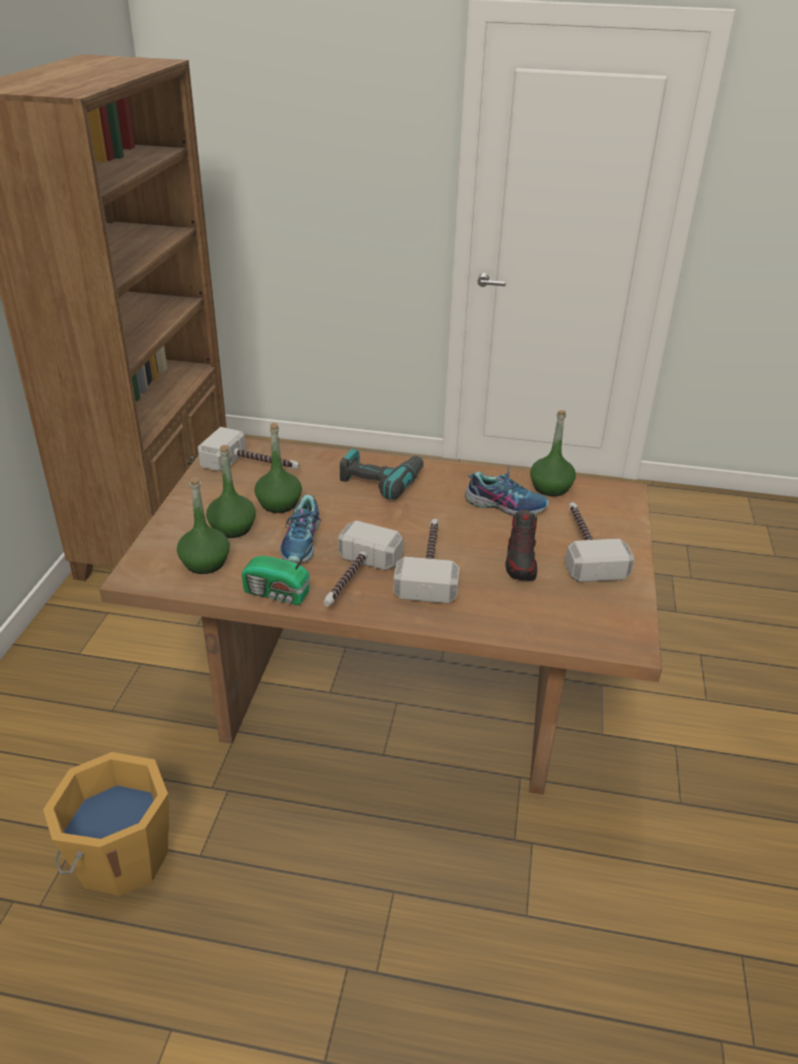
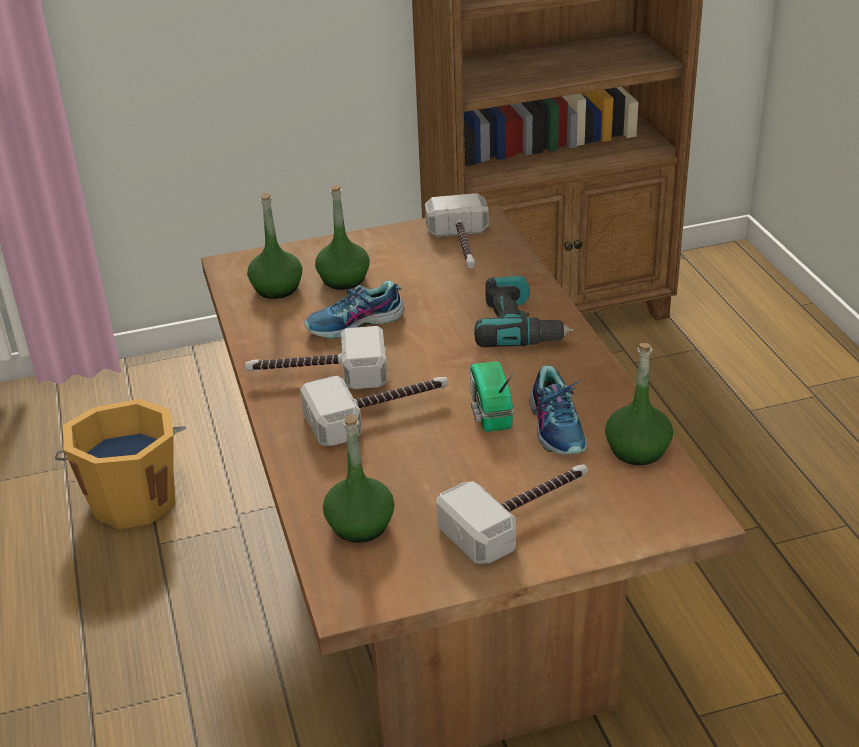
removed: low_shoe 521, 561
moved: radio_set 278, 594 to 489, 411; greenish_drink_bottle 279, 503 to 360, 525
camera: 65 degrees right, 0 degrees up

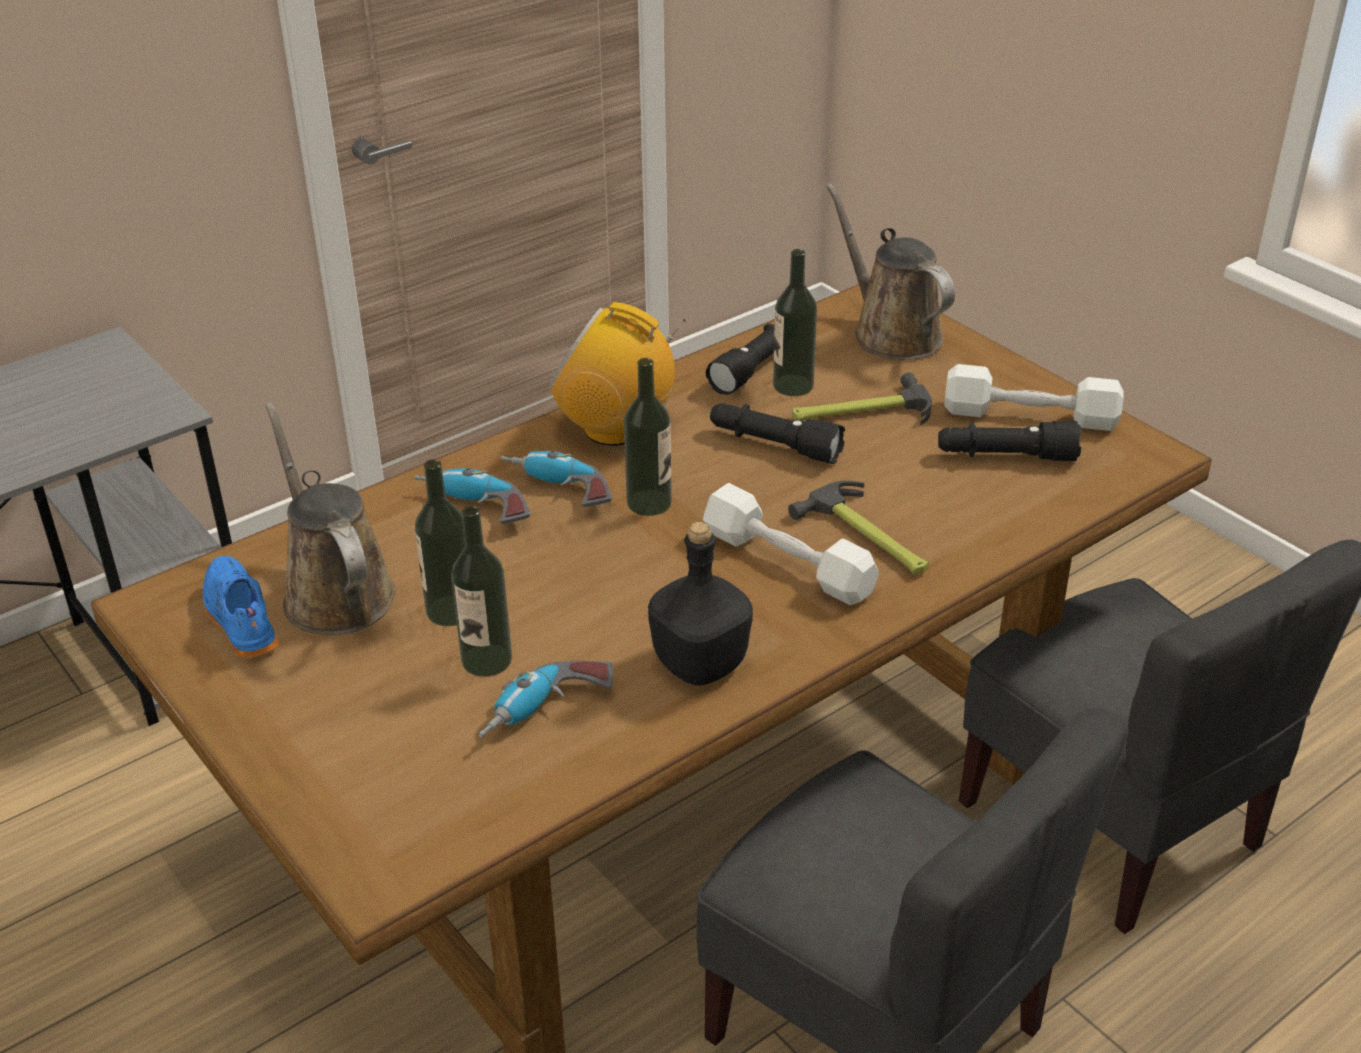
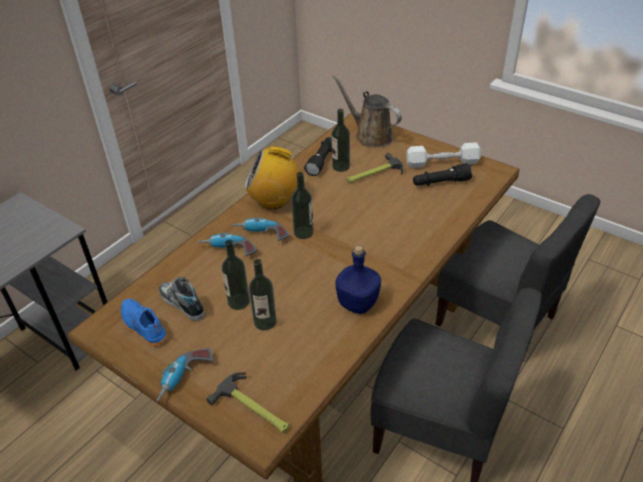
removed: white_dumbbell 787, 562; black-coloured_hand_torch 774, 445
moved: power_drill 546, 712 to 185, 379; tool_hammer 869, 537 to 253, 408
replaced: brown-coloured_watering_pot 334, 592 to low_shoe 182, 304
recoloured: black-coloured_drink_bottle 699, 663 to bluish_drink_bottle 357, 303
camera: 15 degrees left, 5 degrees up

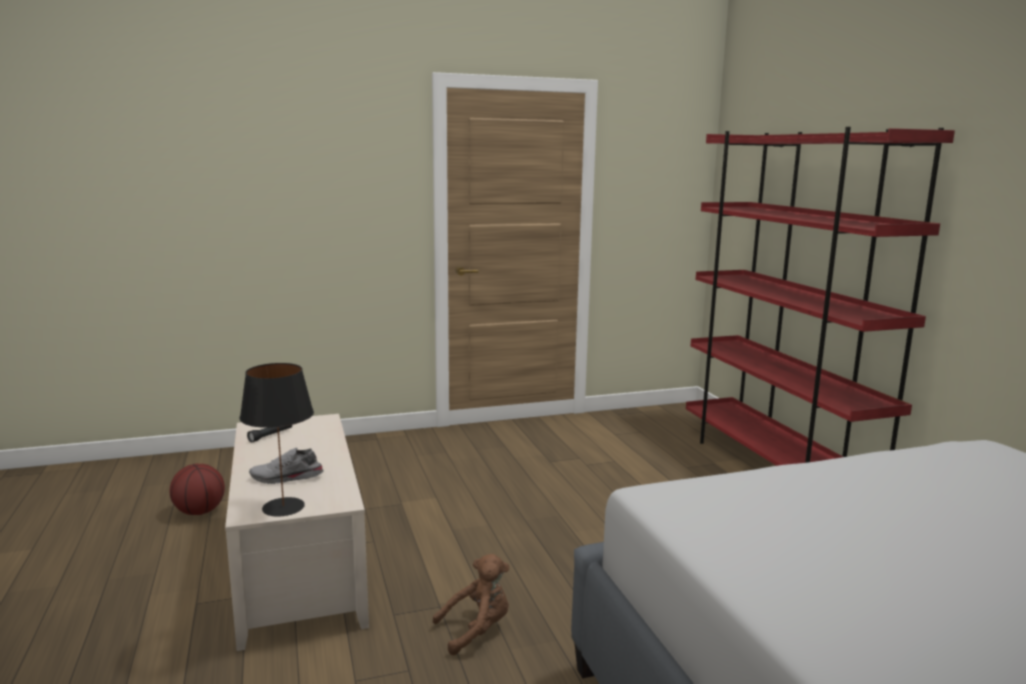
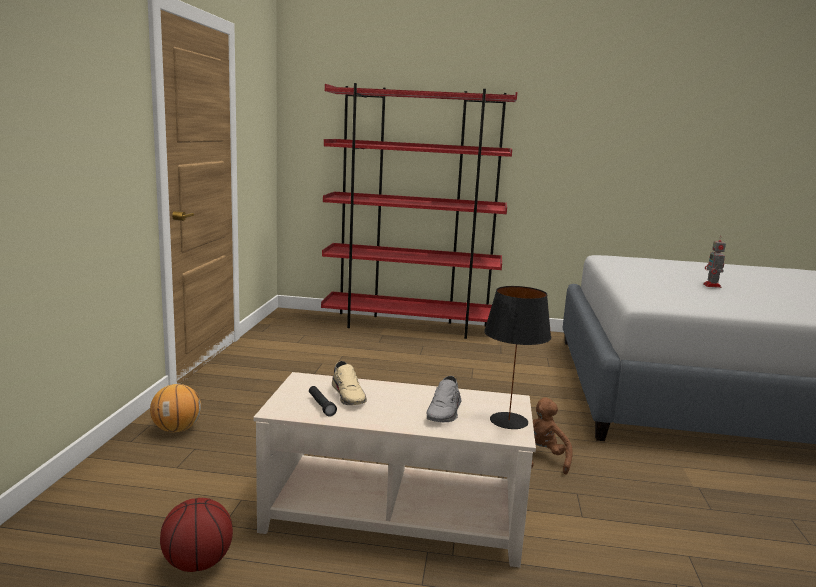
added: ball_for_basketball 177, 429; beige-coloured_low_shoe 349, 395; robot_figure 712, 286
camera: 65 degrees left, 0 degrees up

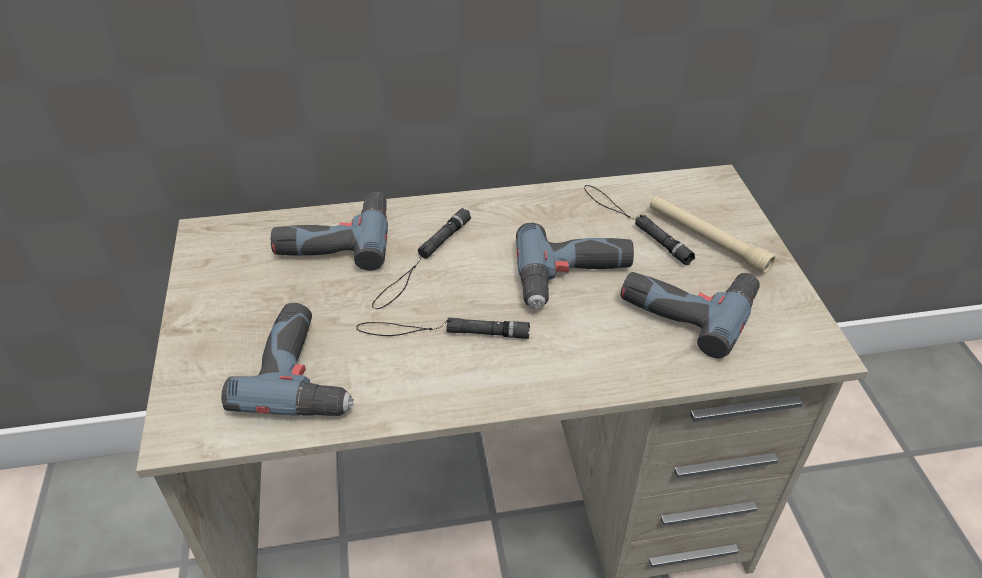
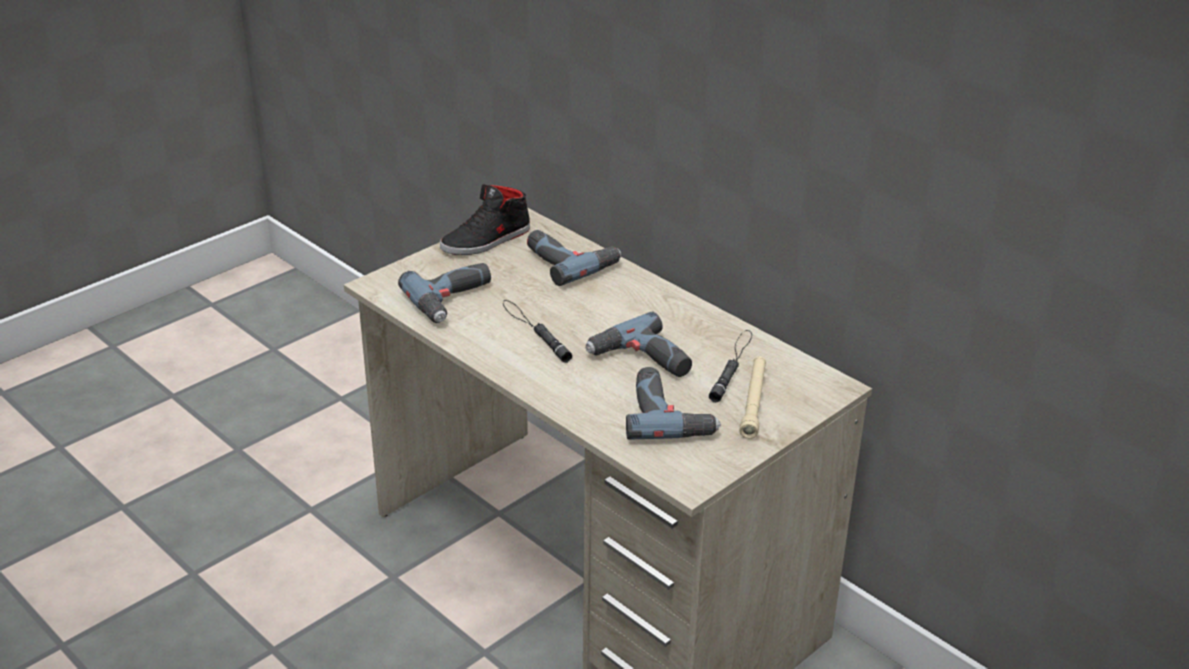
removed: black-coloured_hand_torch 422, 262
added: black-coloured_low_shoe 486, 240
camera: 55 degrees right, 10 degrees down

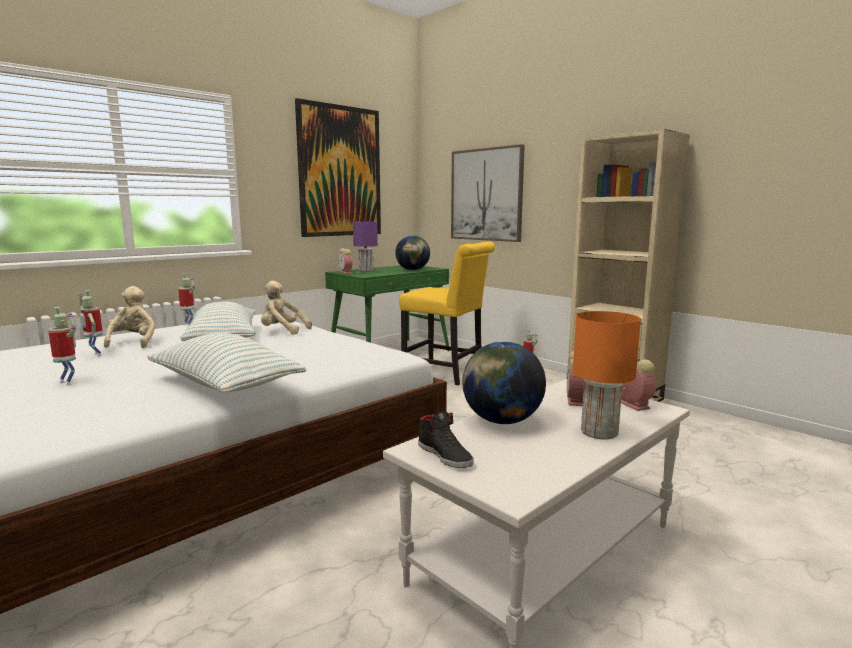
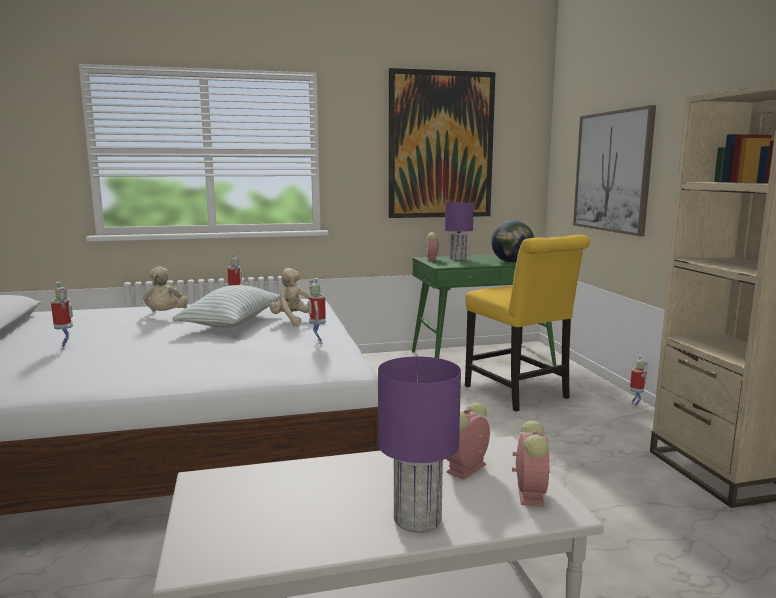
removed: throw_pillow 225, 385; black-coloured_low_shoe 445, 455; world_globe 501, 421
moved: robot_figure 95, 355 to 317, 341
recoloured: orange-coloured_table_lamp 599, 432 to purplish_table_lamp 418, 518
turned: beige-coloured_plush_toy 133, 342 = 166, 315 150 degrees clockwise
camera: 30 degrees right, 0 degrees up

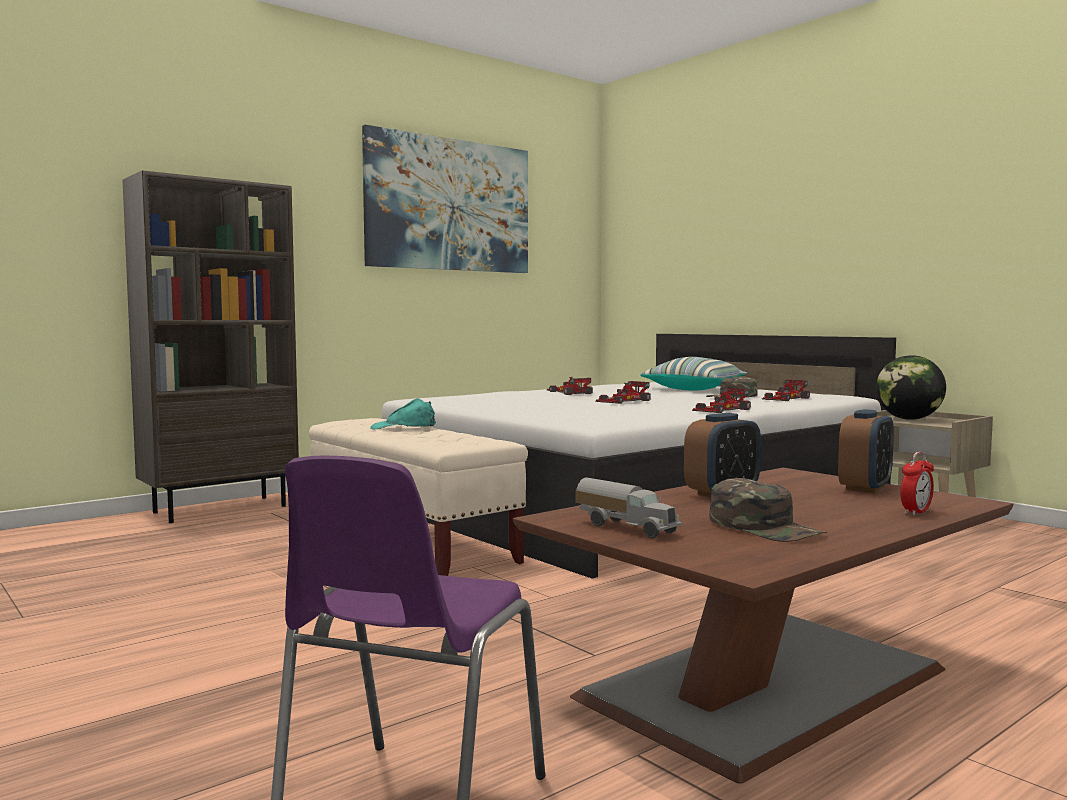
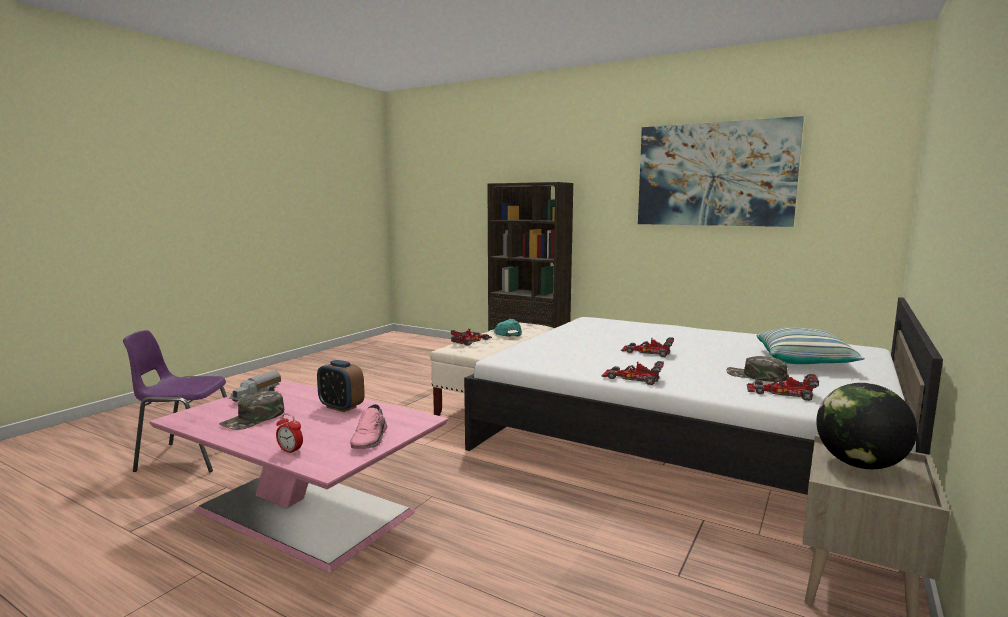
moved: model_car 568, 392 to 471, 340
replaced: table_clock 865, 488 to pinkish_low_shoe 371, 439
recoloured: brown-coloured_lounge_table 768, 680 to pinkish_lounge_table 307, 511
camera: 70 degrees right, 5 degrees up

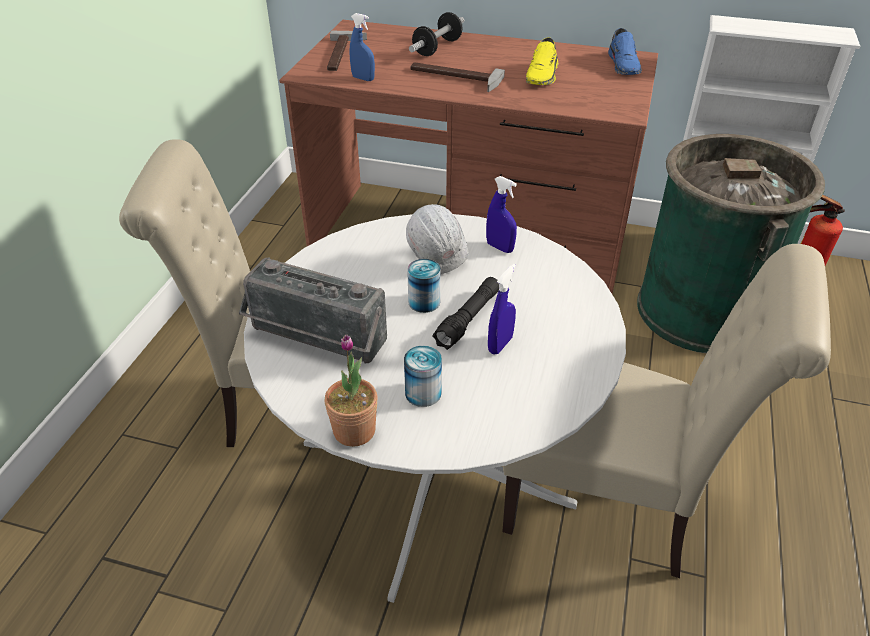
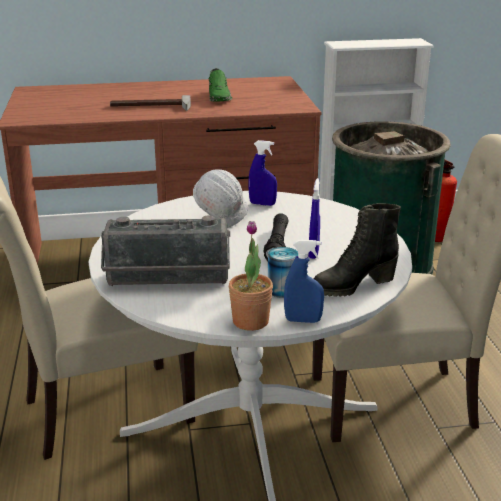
removed: tool_hammer 343, 54; can 424, 302; dumbbell 437, 48; bluish_low_shoe 624, 65
added: black-coloured_high-top_boot 352, 286
moved: bluish_sprayer 363, 78 to 303, 320
recoloured: yellow_low_shoe 543, 75 to greenish_low_shoe 219, 97
camera: 25 degrees left, 15 degrees down

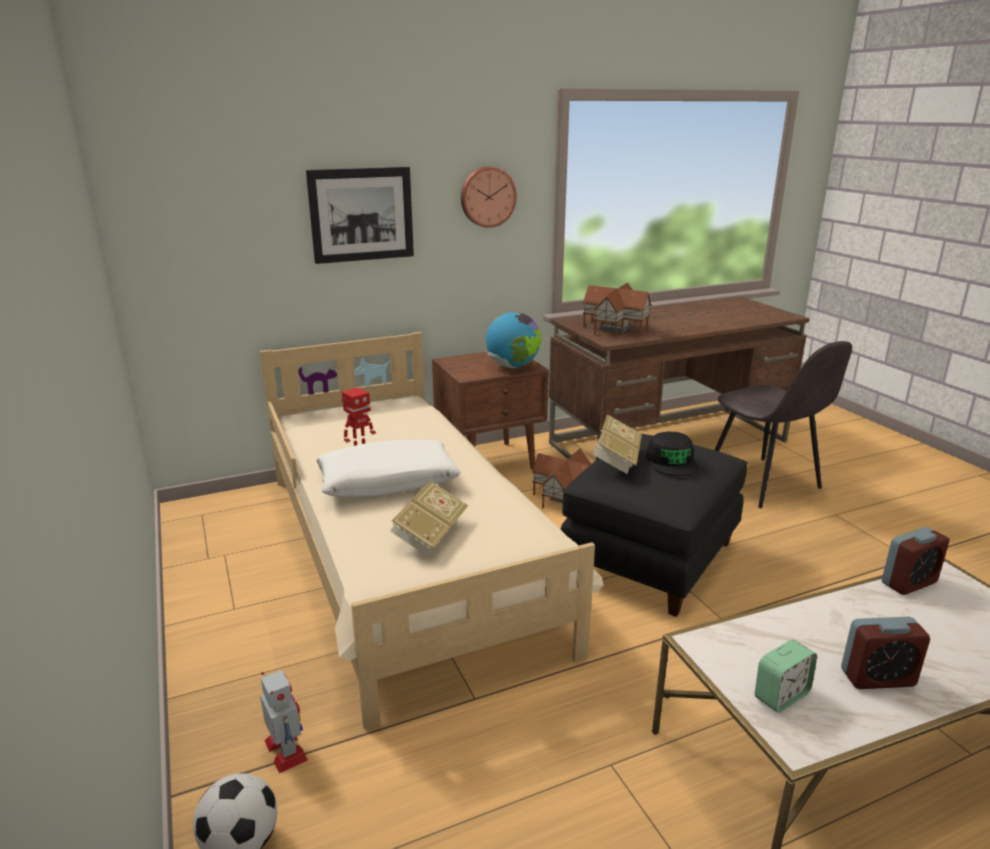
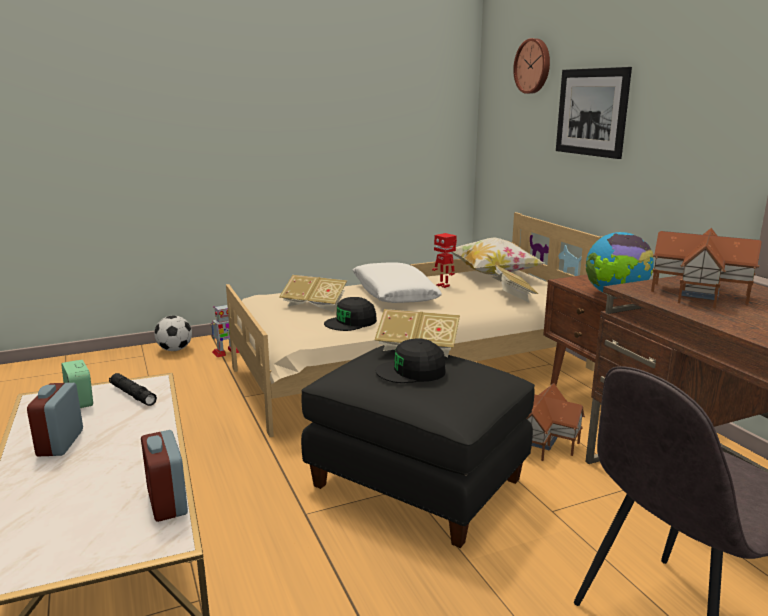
added: black-coloured_hand_torch 133, 394; black-coloured_baseball_cap 351, 322; throw_pillow 493, 274; bound_book 512, 295
moved: wall_clock 487, 196 to 533, 66
camera: 90 degrees right, 5 degrees down

